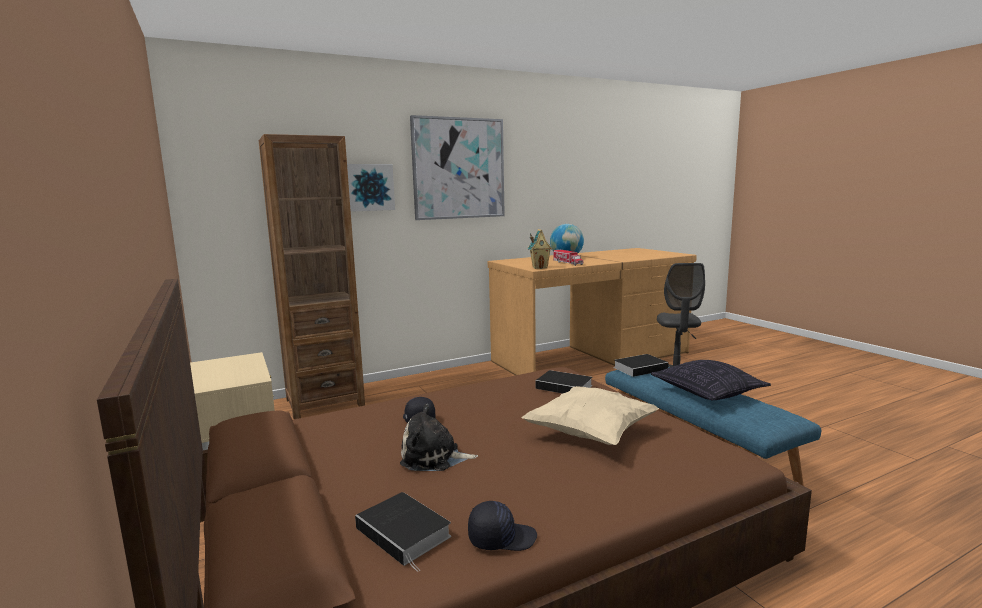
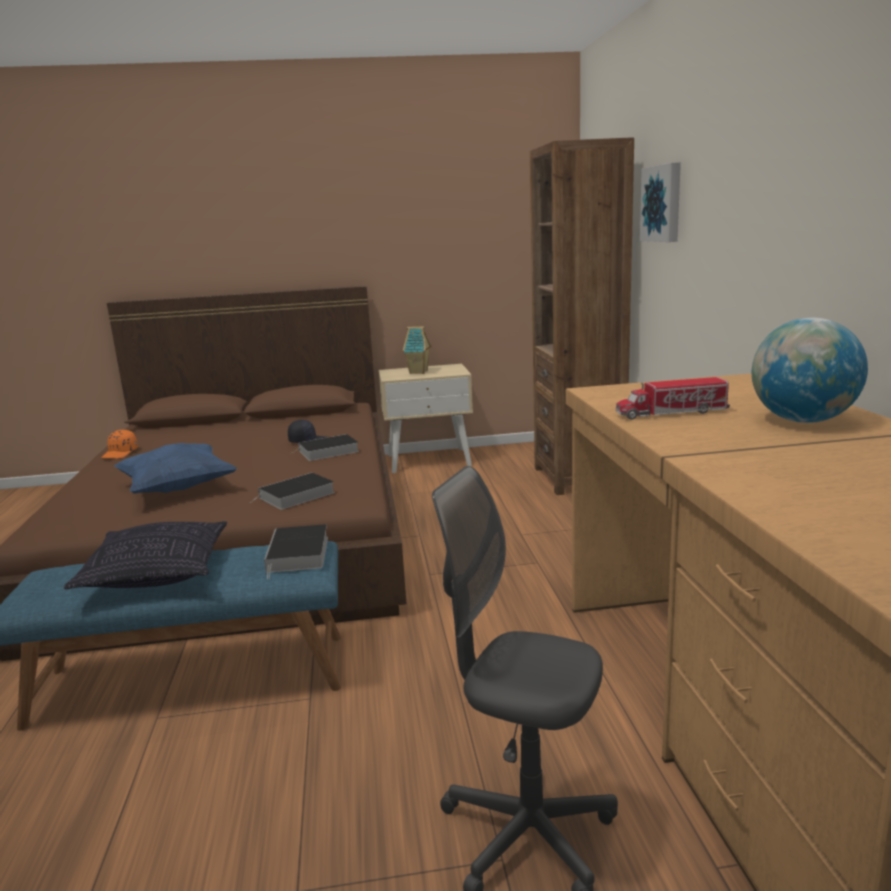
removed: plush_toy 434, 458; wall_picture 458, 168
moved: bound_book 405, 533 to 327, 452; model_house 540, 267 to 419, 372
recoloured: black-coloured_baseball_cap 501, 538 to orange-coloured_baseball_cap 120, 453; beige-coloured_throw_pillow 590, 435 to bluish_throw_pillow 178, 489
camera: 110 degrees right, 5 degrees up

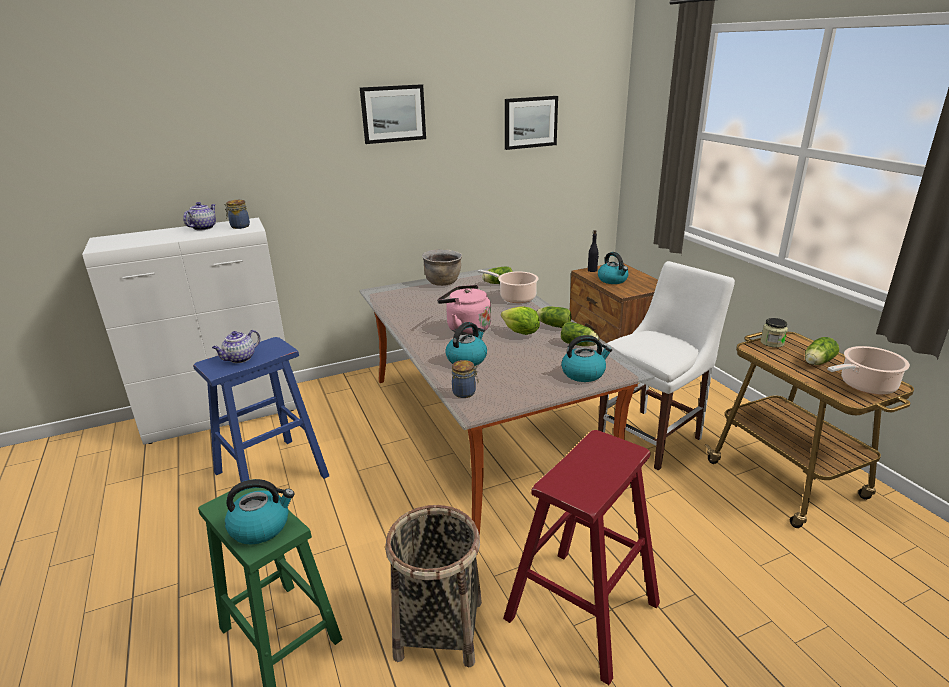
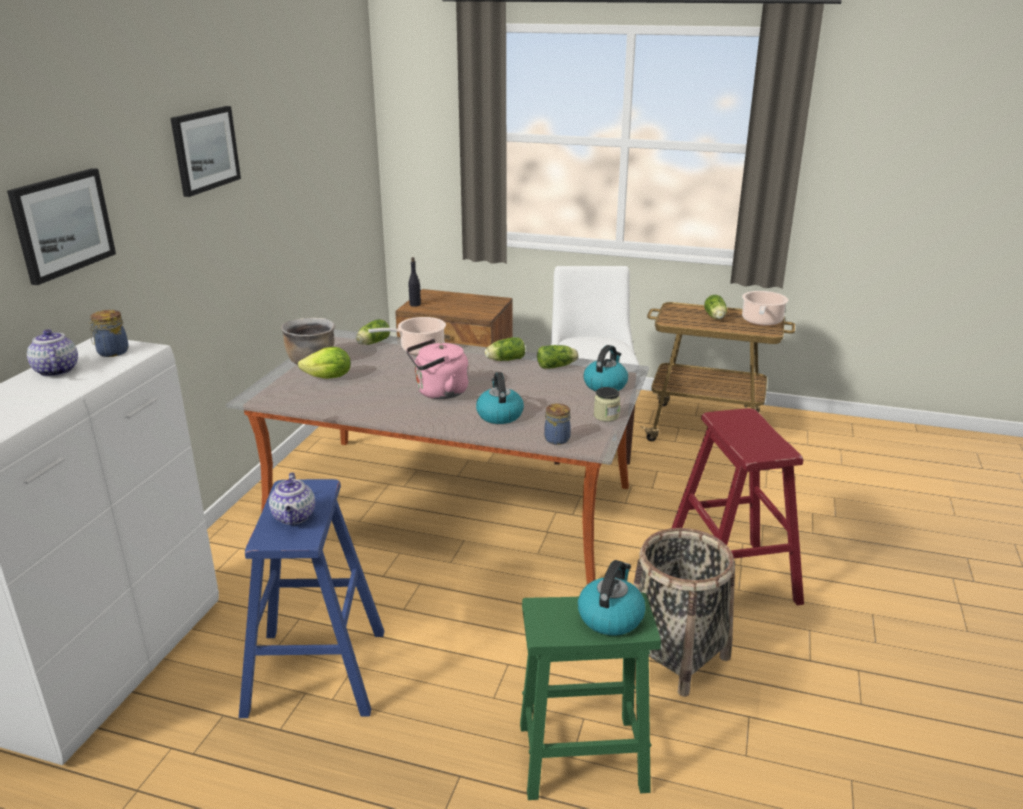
removed: tea_kettle 613, 280
moved: head_of_lettuce 521, 333 to 329, 378; wall_picture 530, 122 to 62, 224; preserve_jar 772, 343 to 606, 416
camera: 50 degrees left, 0 degrees up

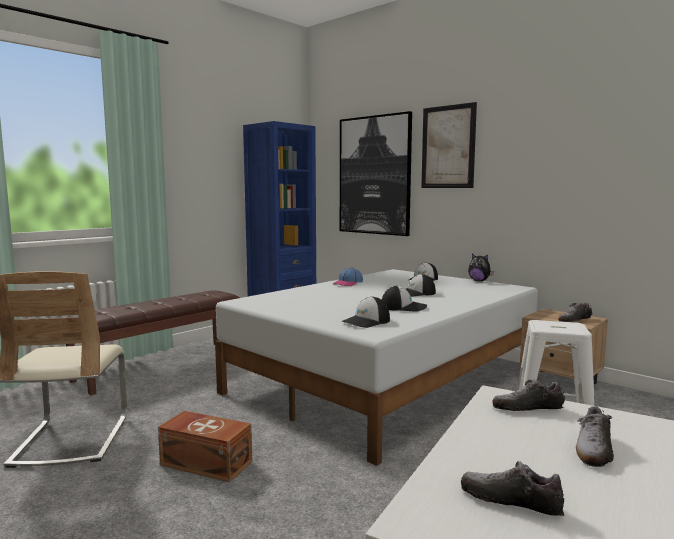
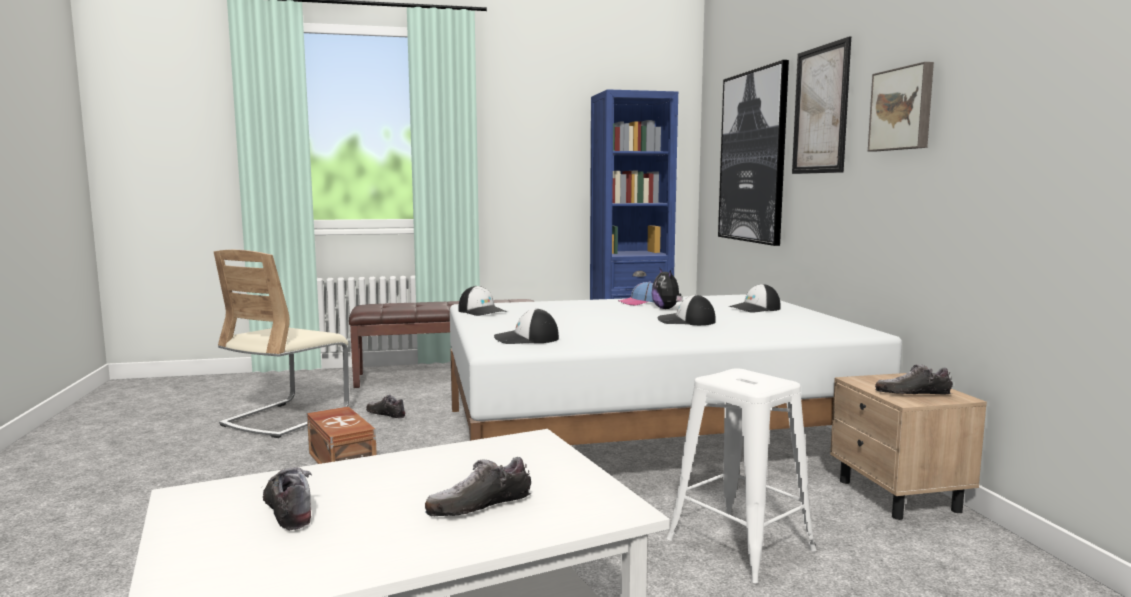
added: wall_picture 903, 109
moved: baseball_cap 404, 307 to 482, 311; plush_toy 479, 281 to 667, 309; low_shoe 527, 408 to 385, 414
camera: 35 degrees right, 0 degrees up

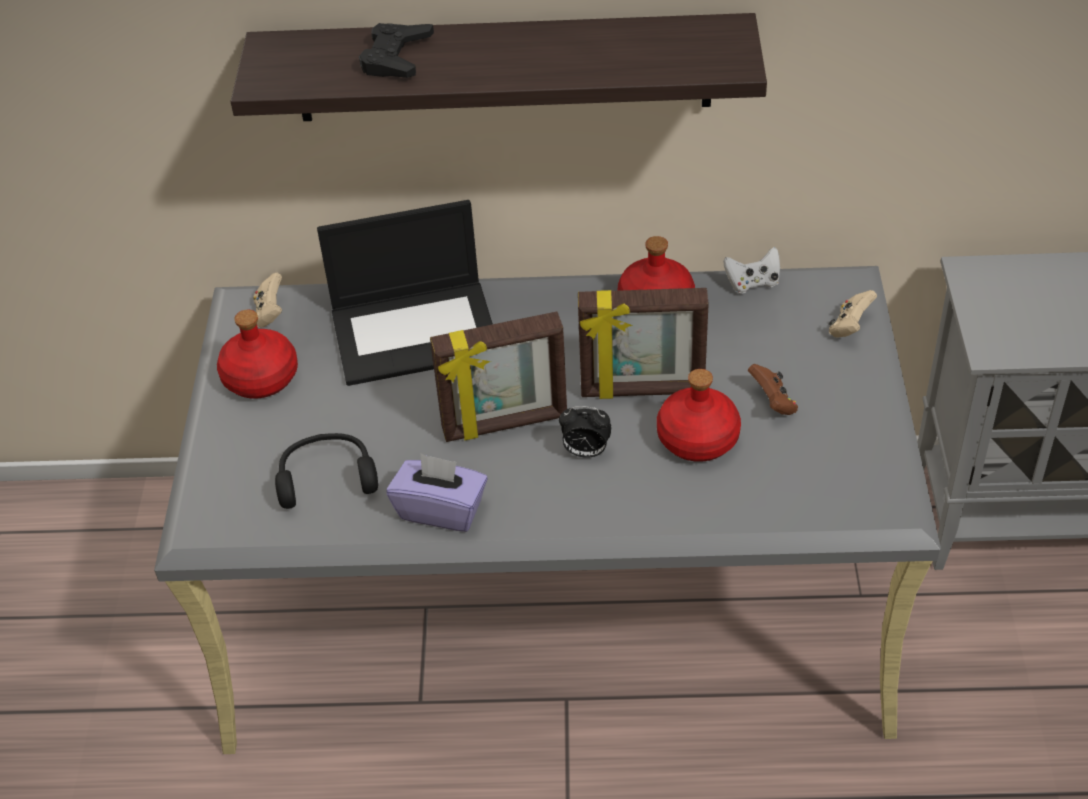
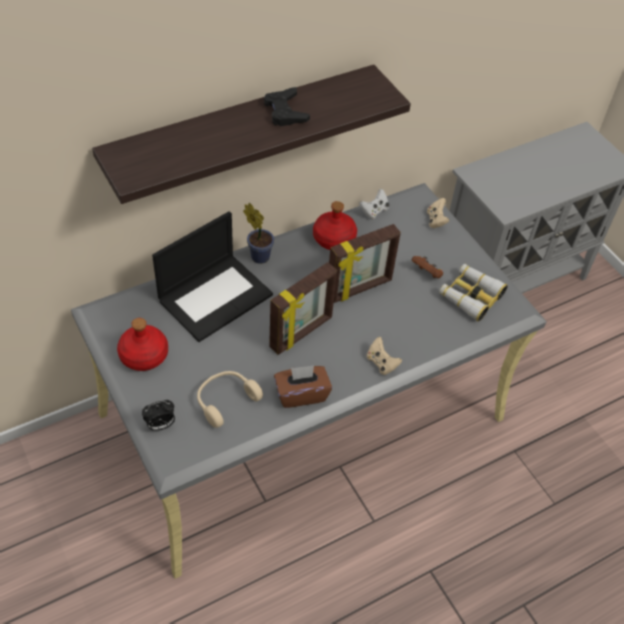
removed: reddish_drink_bottle 696, 438
added: potted_plant 258, 255; pair_of_binoculars 470, 296
moved: beige-coloured_gamepad 270, 314 to 381, 363; black-coloured_gamepad 396, 57 to 285, 111; table_clock 585, 452 to 160, 425
recoloured: black-coloured_headset 326, 477 to beige-coloured_headset 225, 400; purplish_box_of_tissues 441, 509 to brown-coloured_box_of_tissues 301, 394
camera: 35 degrees left, 5 degrees up

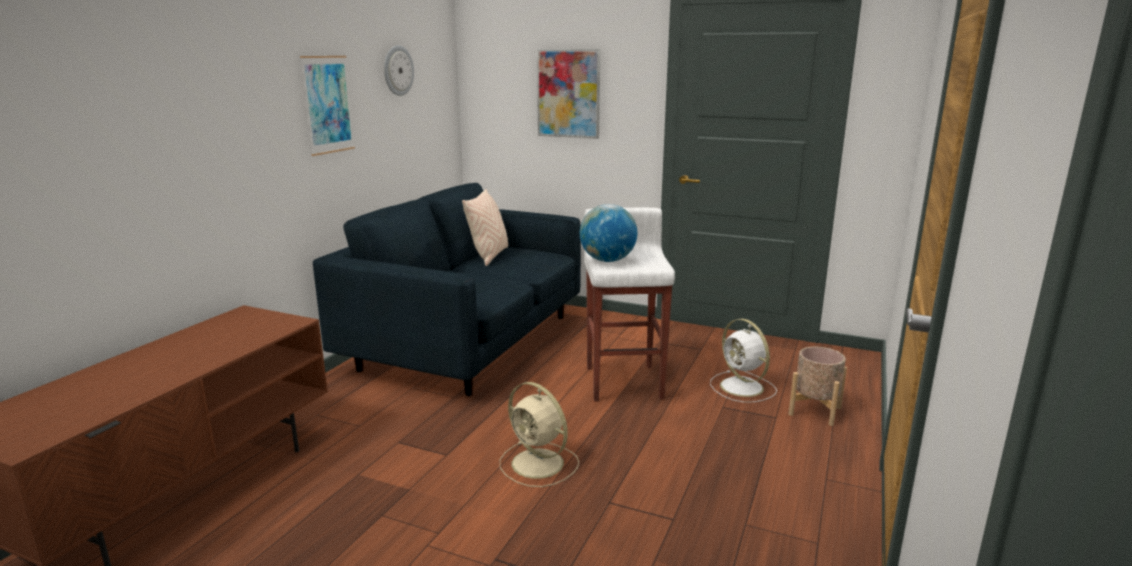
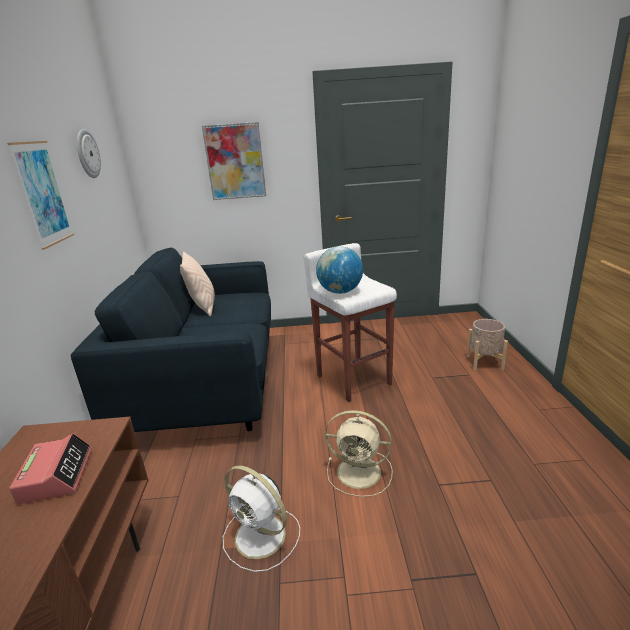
added: table_clock 57, 475
moved: white_fan 743, 388 to 262, 537
camera: 25 degrees left, 5 degrees up

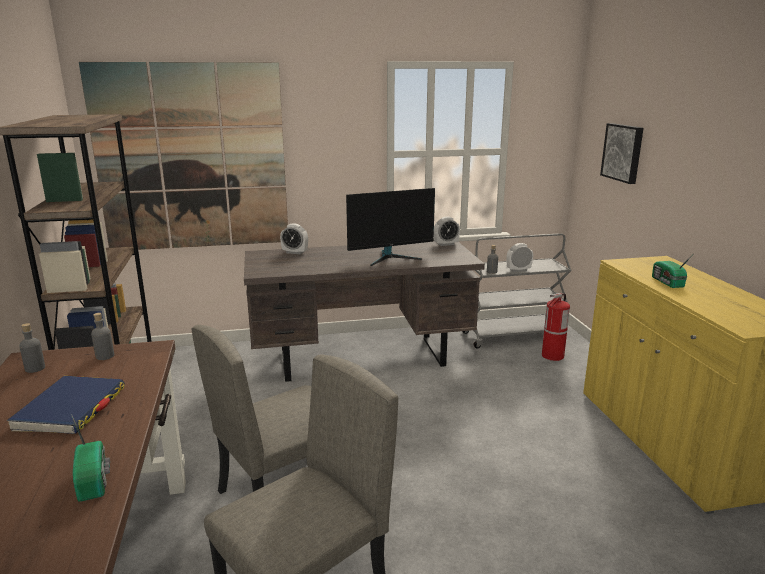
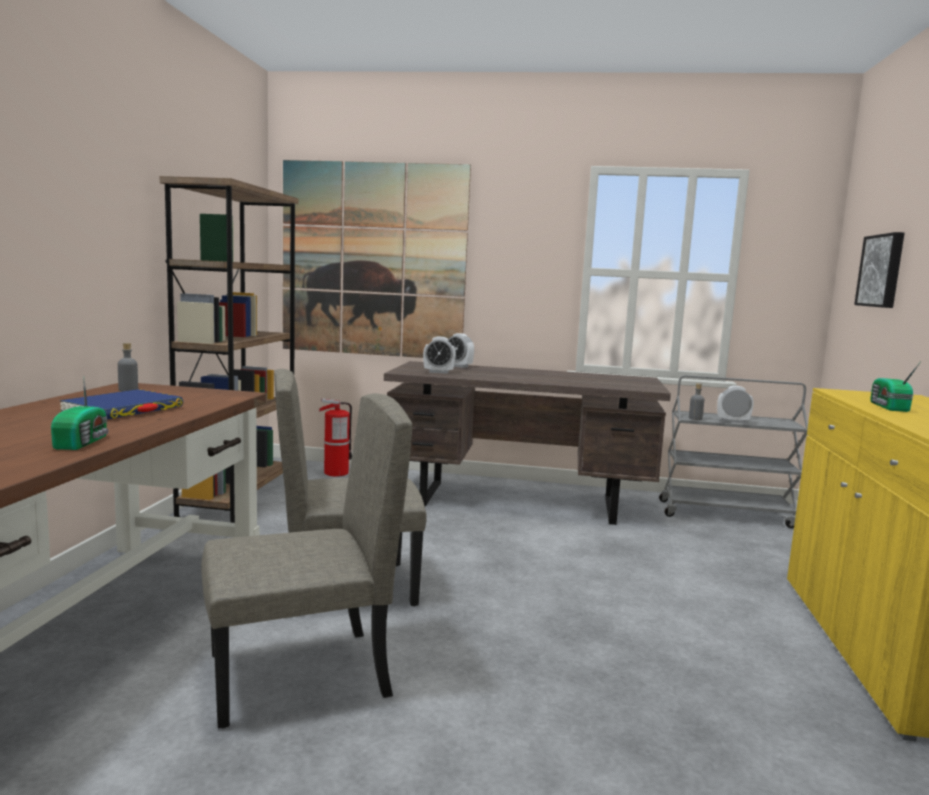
removed: gray_drink_bottle 105, 356; computer_screen 390, 258
moved: table_clock 446, 244 to 438, 372; fire_extinguisher 552, 356 to 336, 473
camera: 20 degrees right, 10 degrees down

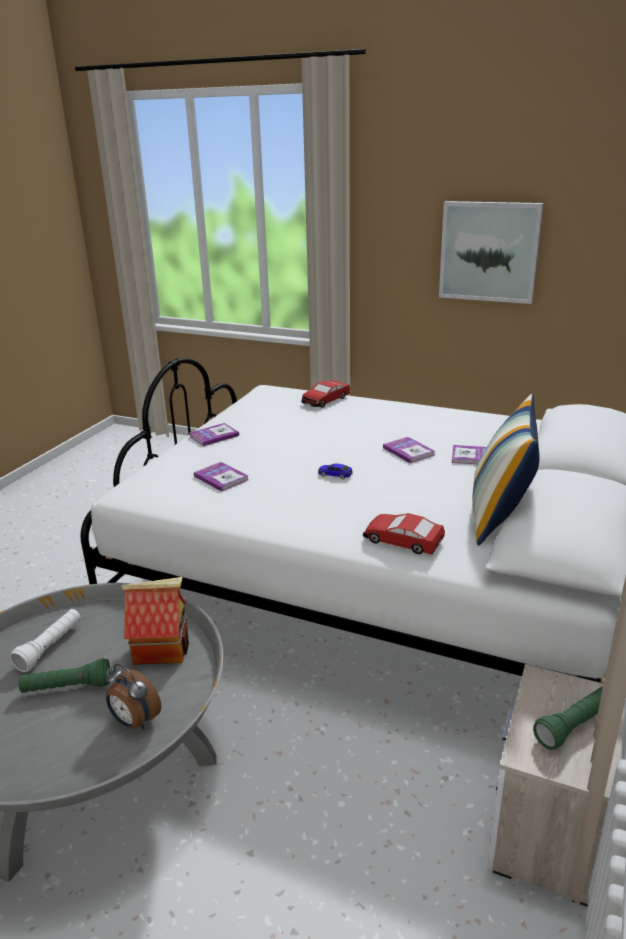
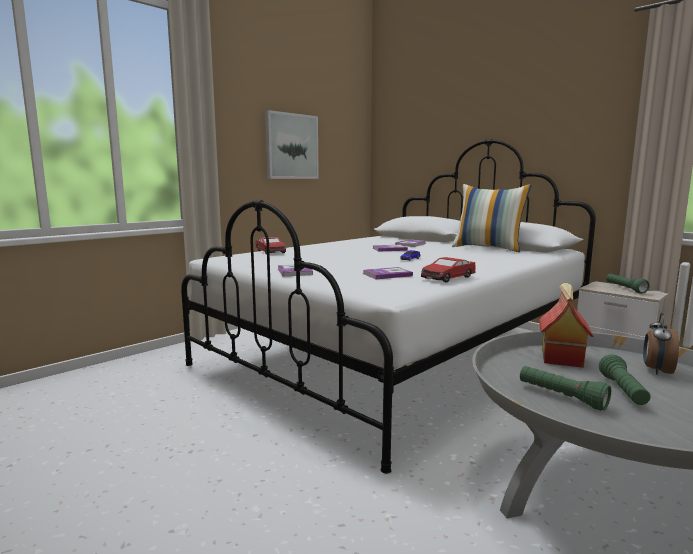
moved: model_car 402, 541 to 448, 277
recoloured: white_hand_torch 50, 647 to greenish_hand_torch 561, 397
turned: table_clock 134, 722 = 656, 370 150 degrees clockwise
camera: 70 degrees left, 15 degrees down

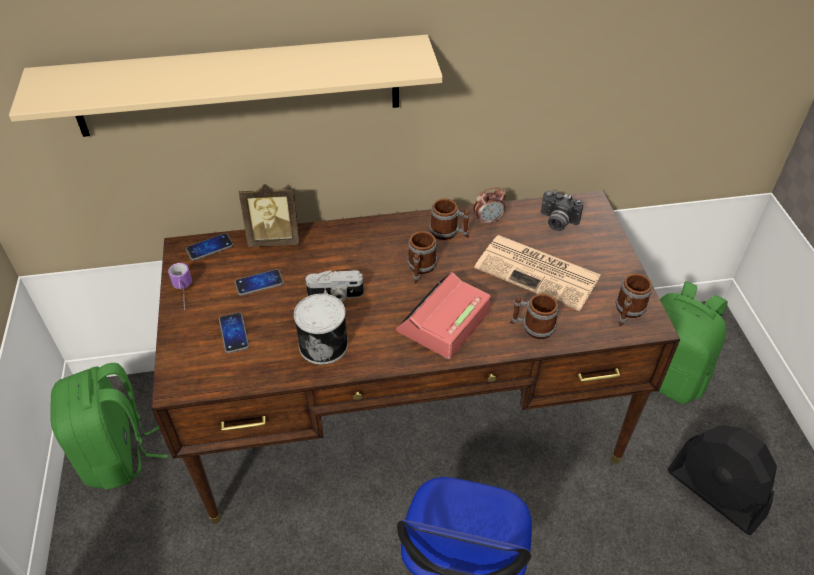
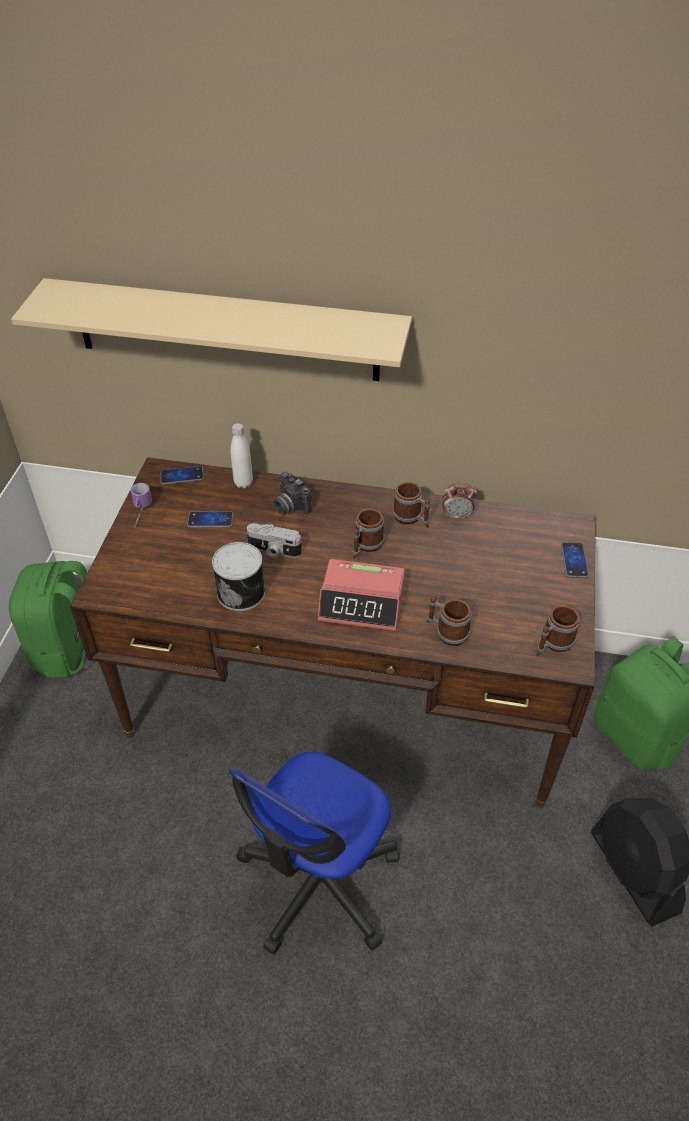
removed: printed_paper 539, 272
moved: telephone 234, 333 to 574, 561; still_camera 557, 222 to 289, 506
replaced: standing_frame 275, 239 to white_drink_bottle 243, 483
turned: table_clock 443, 322 = 362, 603 135 degrees counterclockwise
camera: 20 degrees right, 0 degrees up

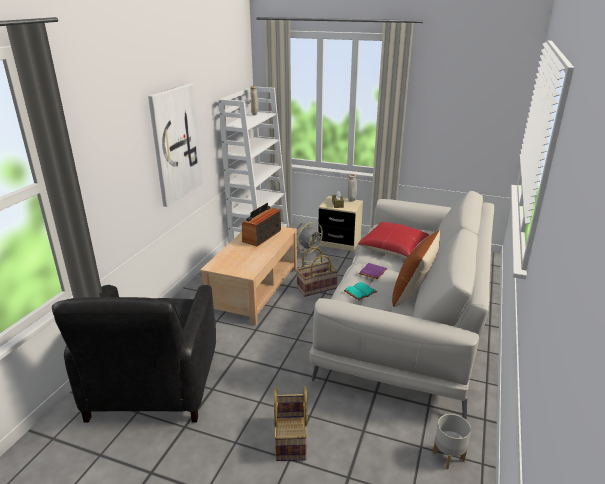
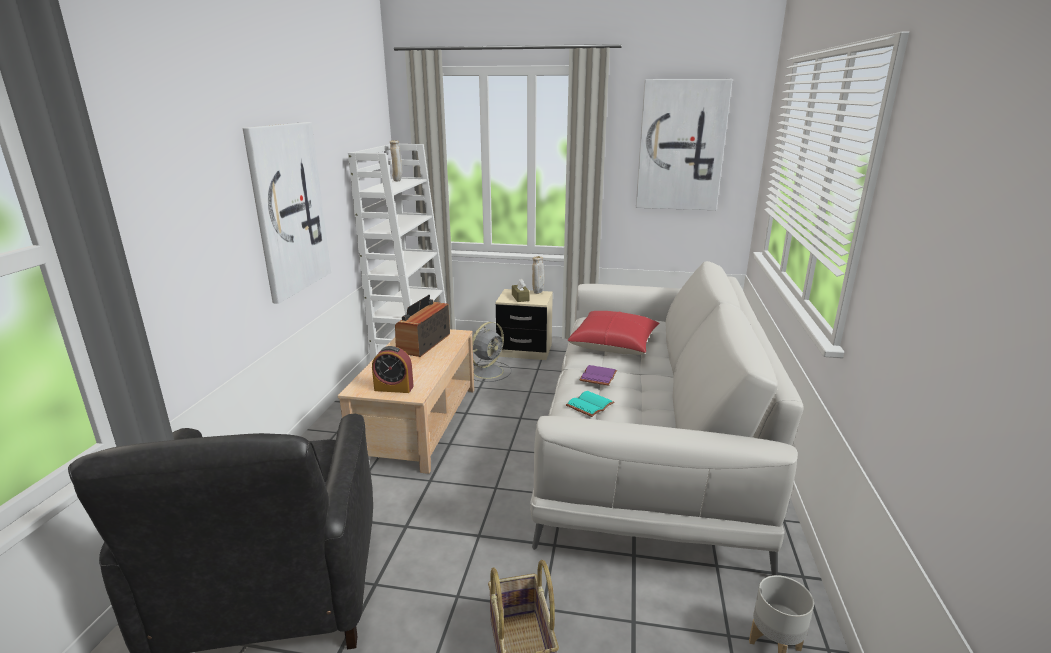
removed: storage_basket 316, 287; brown-coloured_throw_pillow 413, 293
added: table_clock 394, 388; wall_picture 681, 146
camera: 10 degrees left, 5 degrees down

